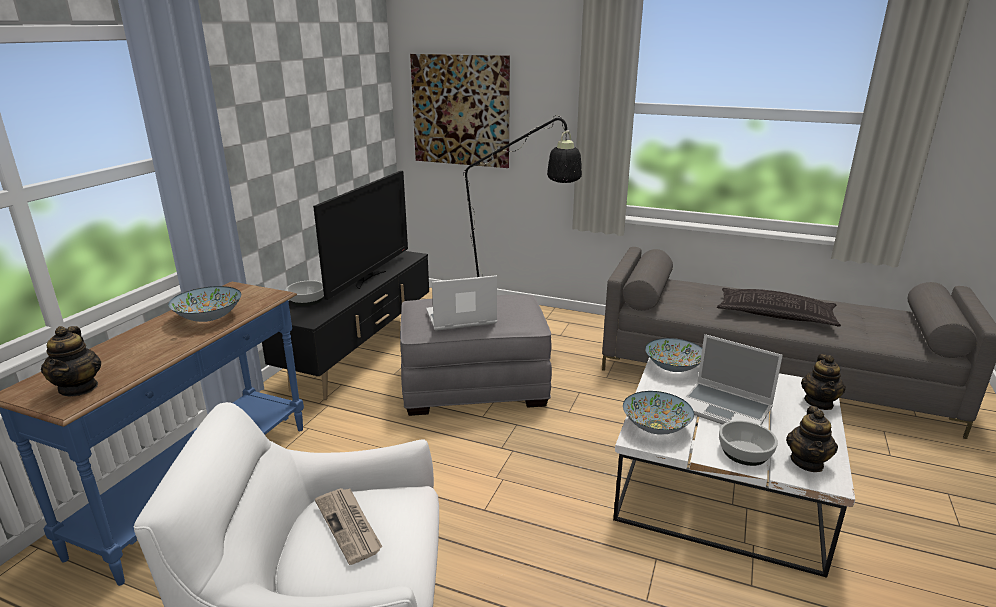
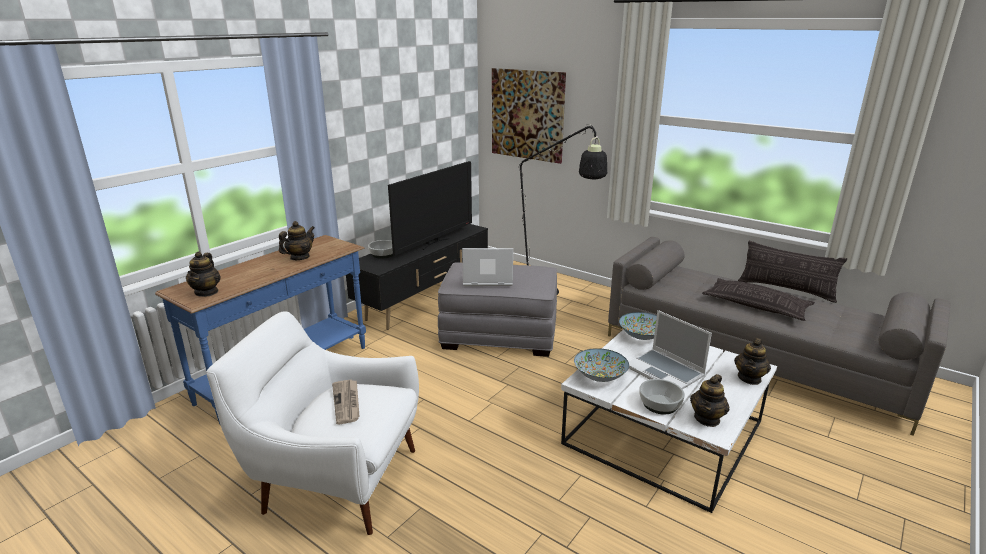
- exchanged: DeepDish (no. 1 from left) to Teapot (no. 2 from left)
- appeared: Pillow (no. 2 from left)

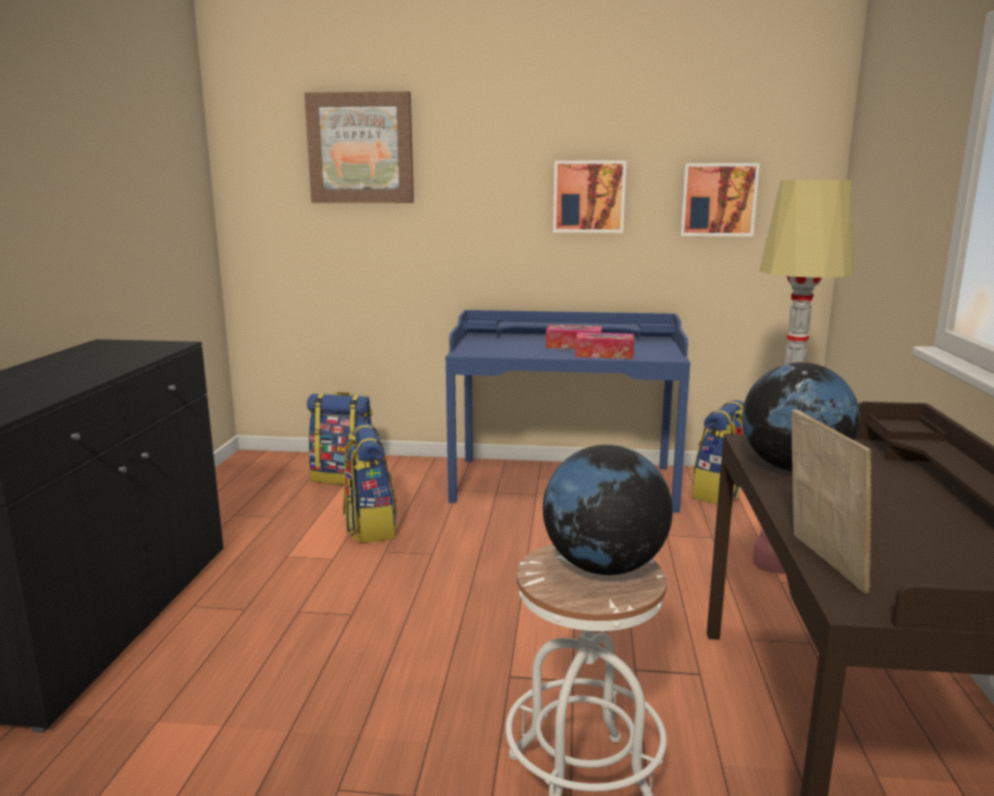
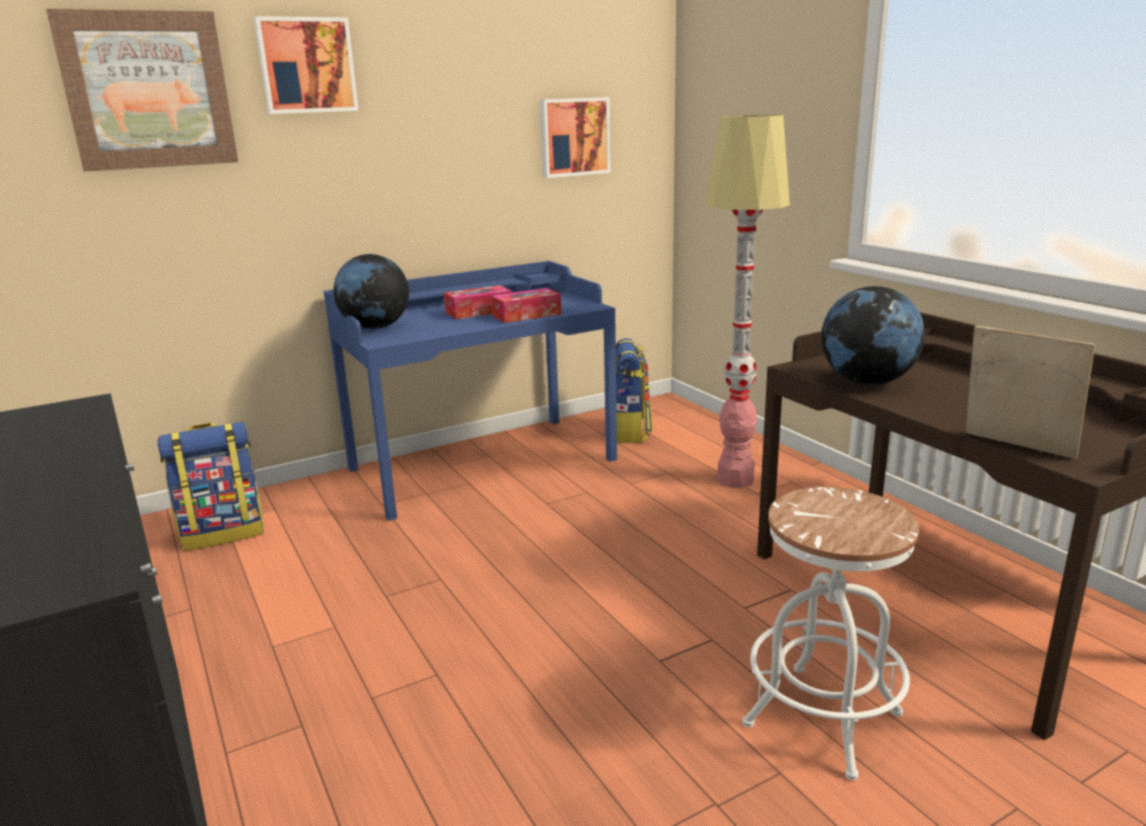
- relocated: Picture (no. 2 from left)
- relocated: DeskGlobe (no. 1 from left)
- missing: Rucksack (no. 2 from left)

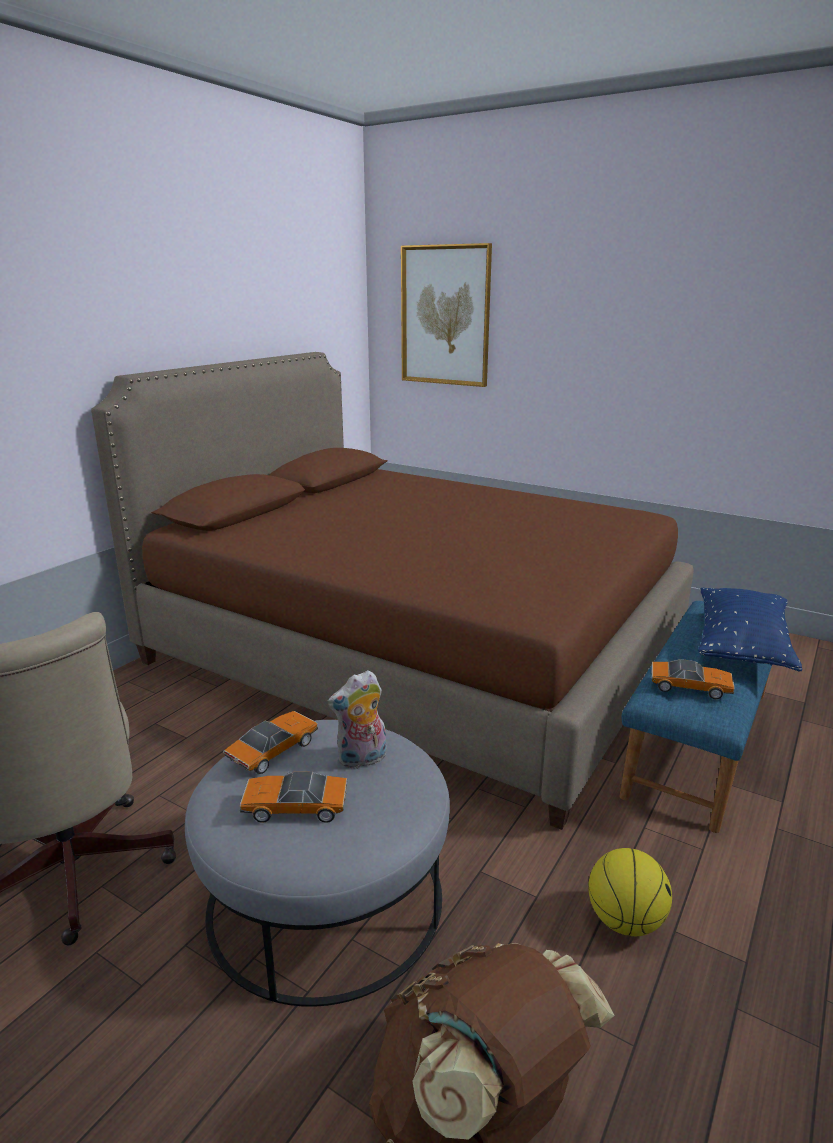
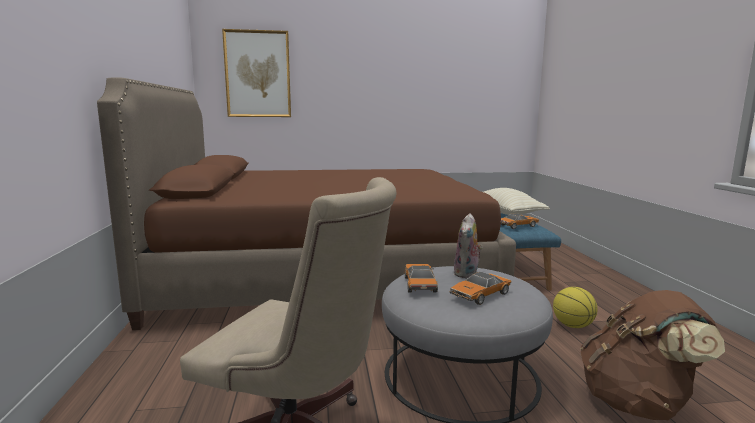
- colour: BluePillow to BeigeColouredPillow

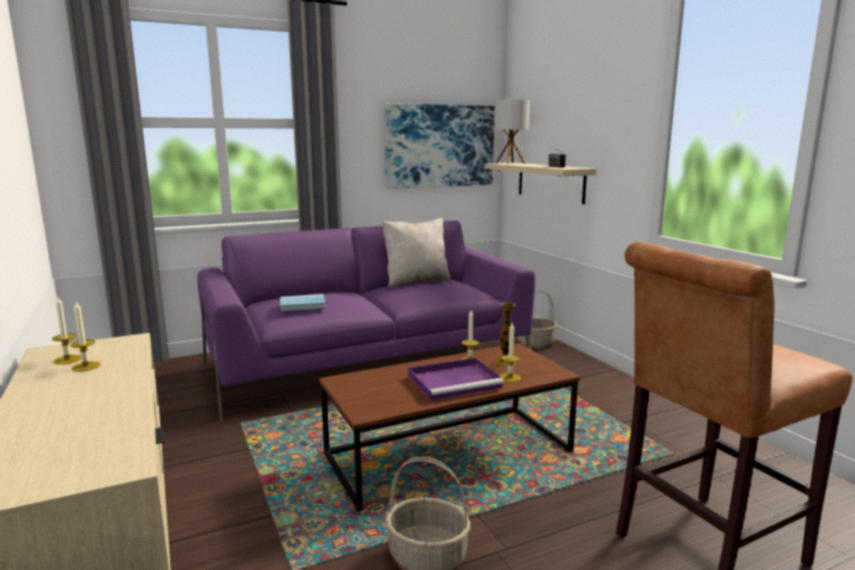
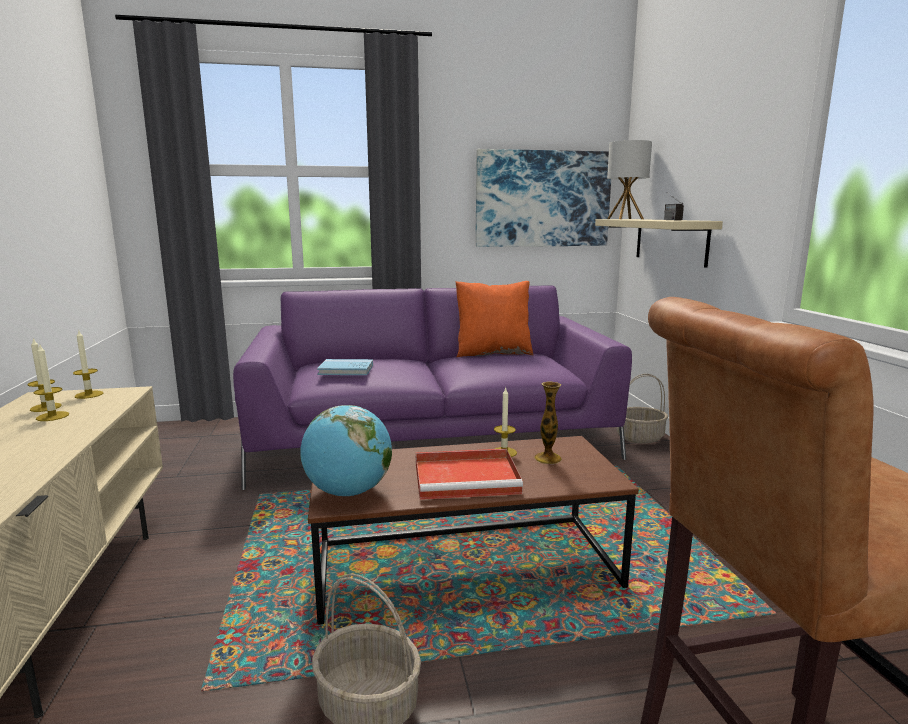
- relocated: WaxCandle (no. 4 from left in the first image) to WaxCandle (no. 3 from left)
- appeared: DeskGlobe
- colour: PurplishServingTray to RedServingTray
- colour: BeigeColouredPillow to OrangeyPillow

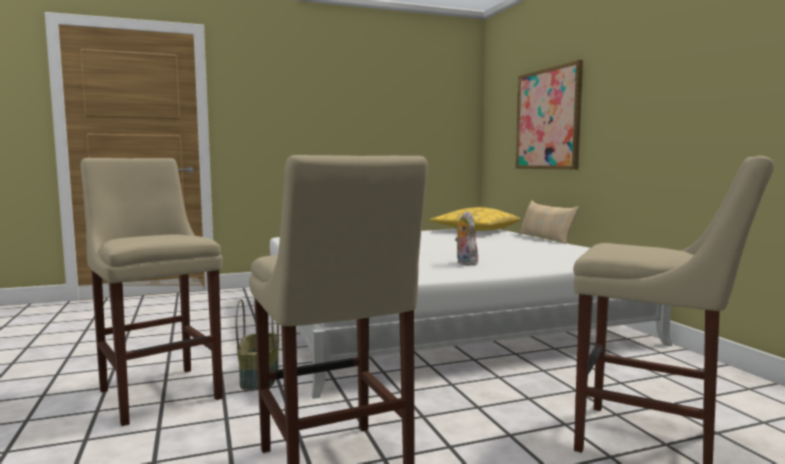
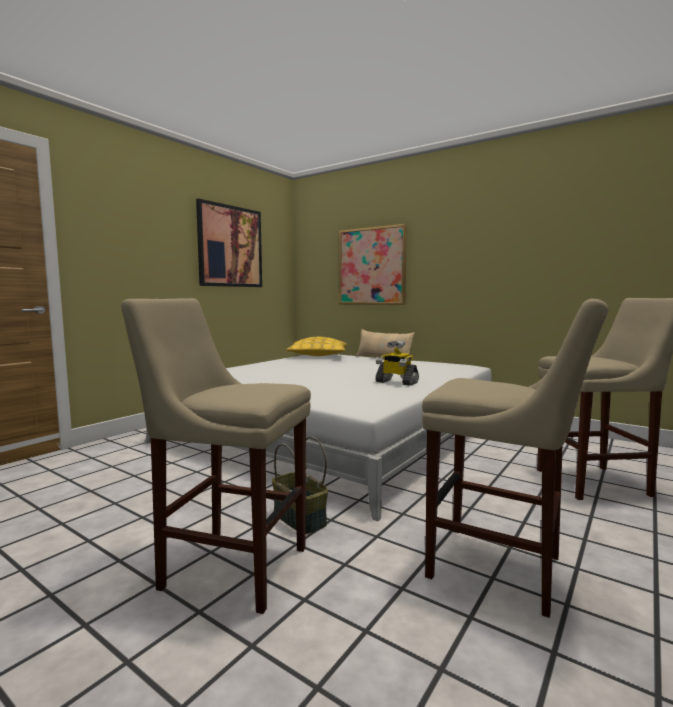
- appeared: Picture (no. 1 from left)
- exchanged: CuddlyToy to RobotFigure

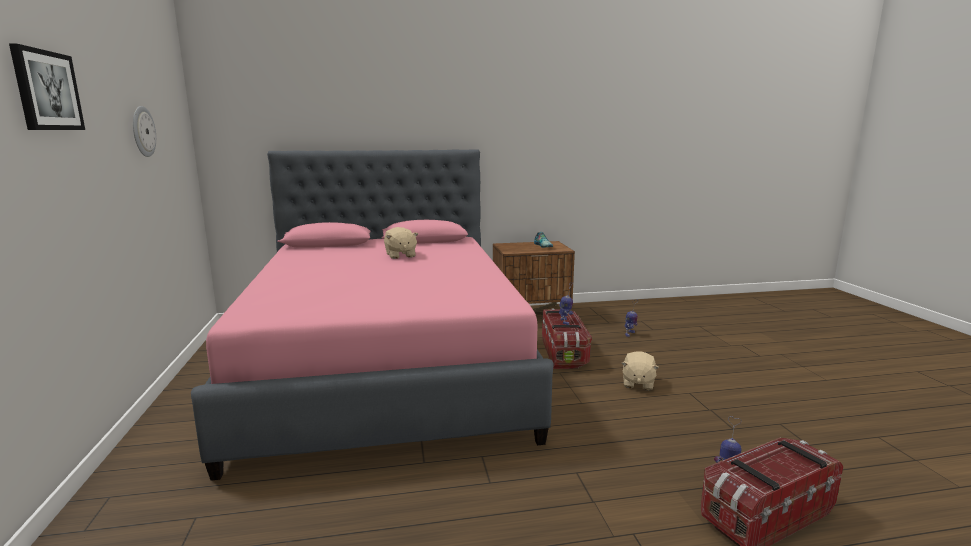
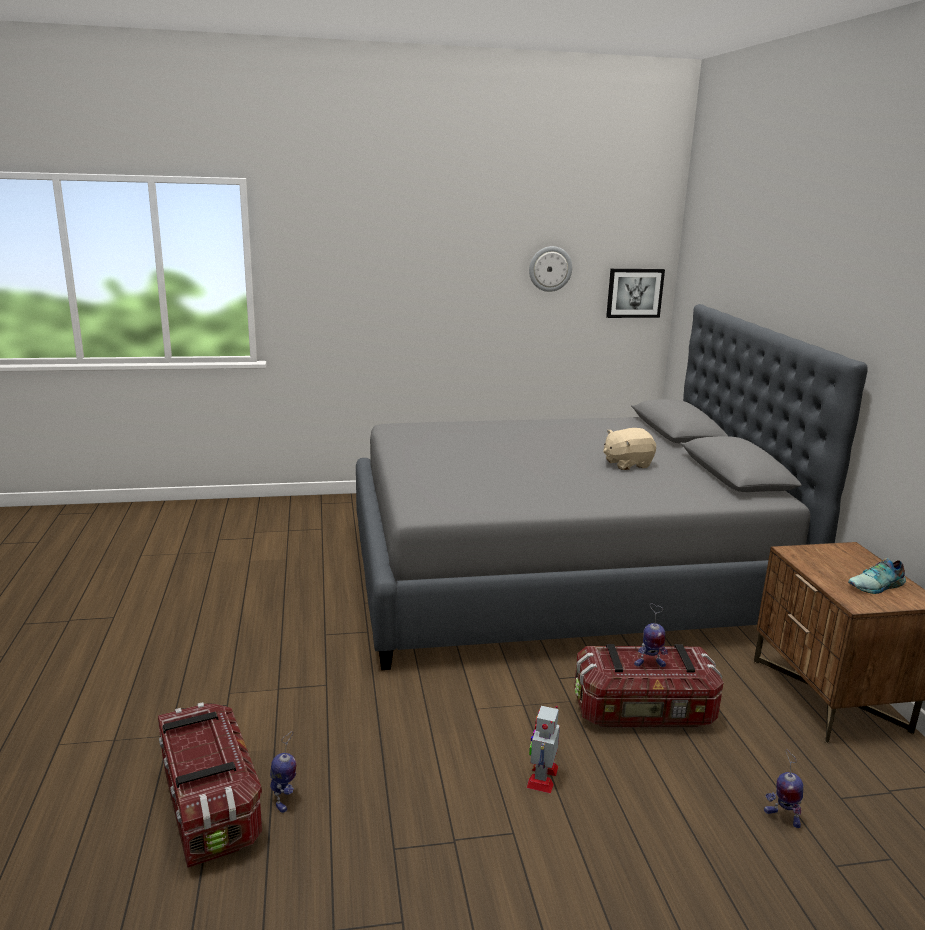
- colour: PinkColouredBed to GrayBed
- exchanged: BeigeColouredCuddlyToy (no. 2 from left) to RobotFigure (no. 2 from left)
- relocated: Picture

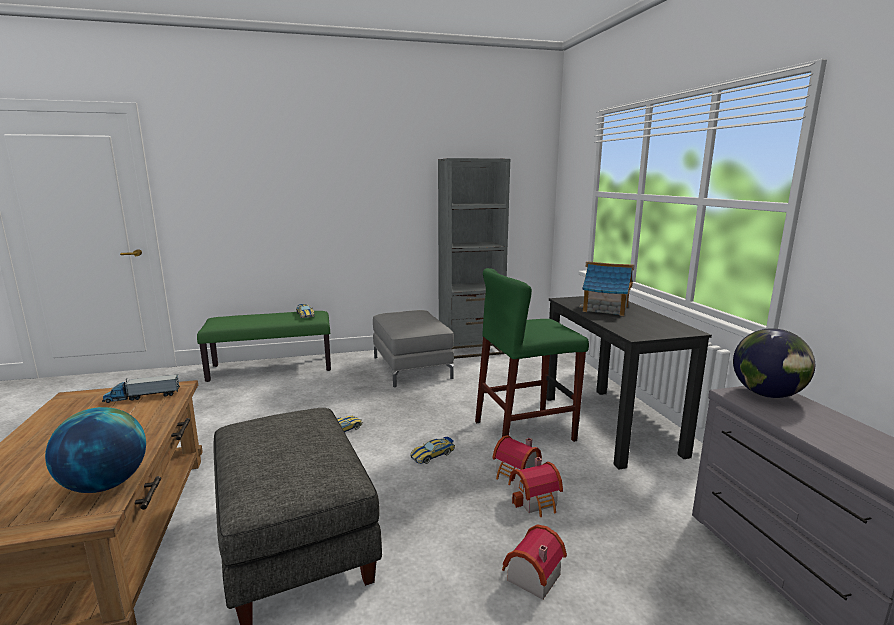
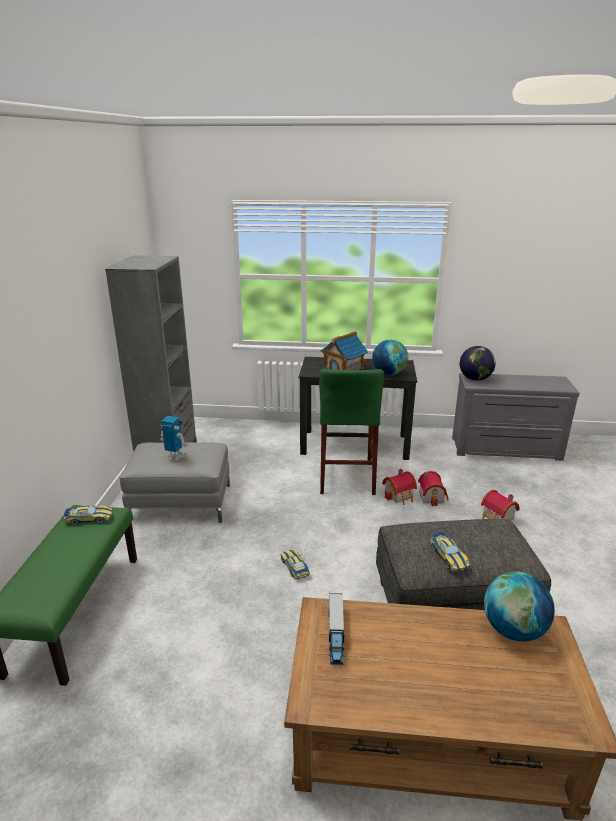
- appeared: RobotFigure
- appeared: DeskGlobe (no. 1 from left)
- relocated: ModelCar (no. 3 from left)

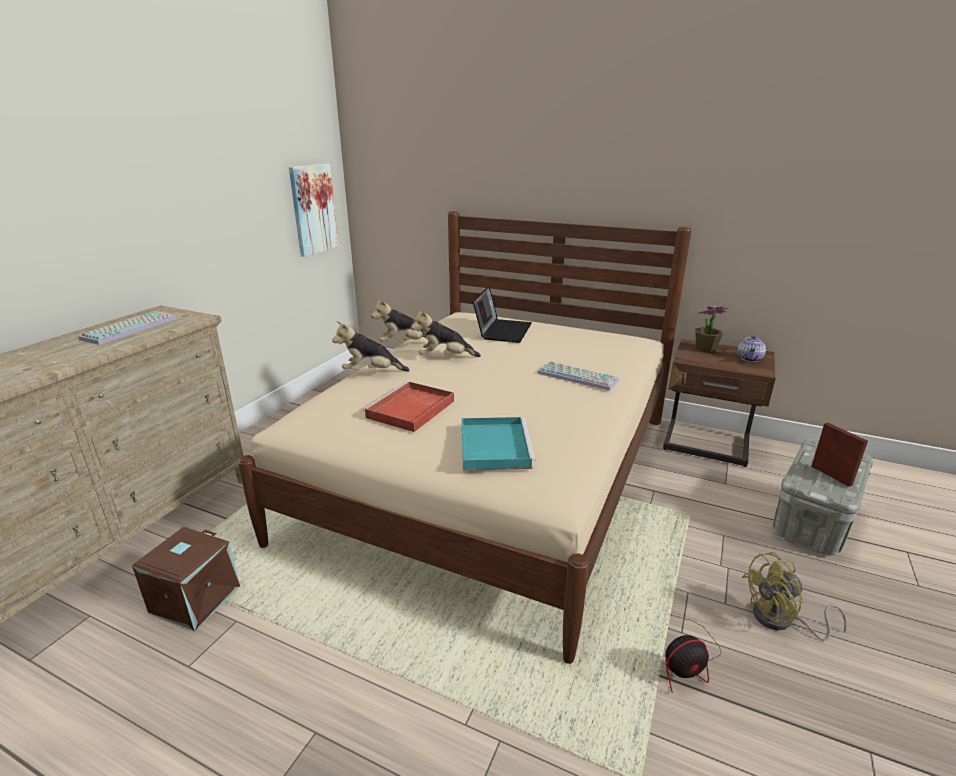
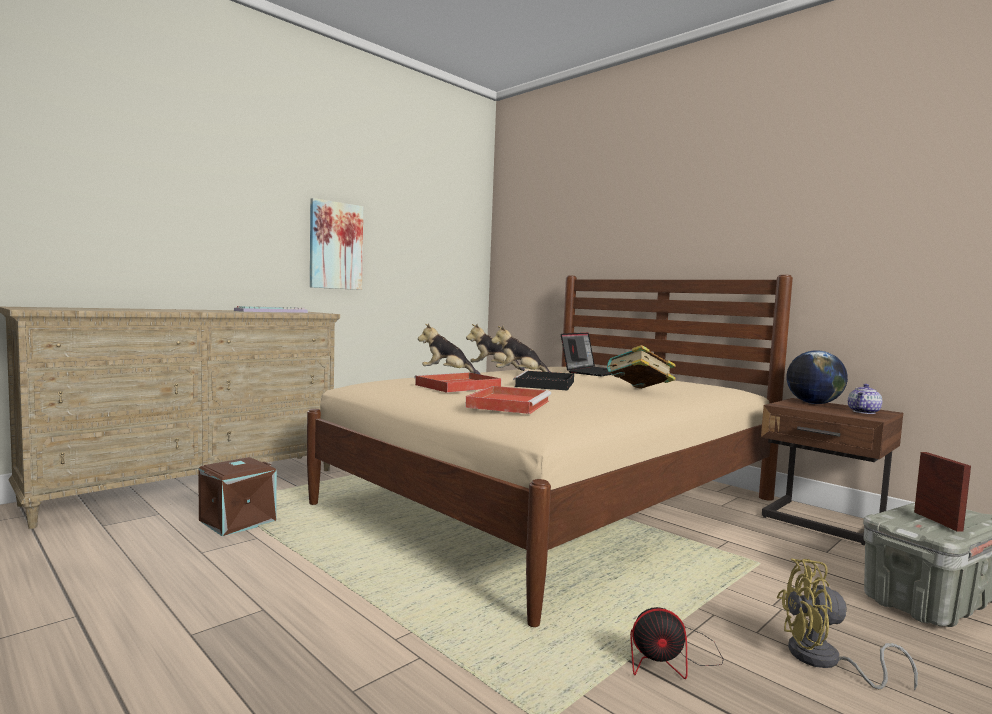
- relocated: Picture
- colour: TurquoiseServingTray to RedServingTray (no. 2 from left)
- appeared: BlackColouredServingTray
- exchanged: ComputerKeyboard (no. 2 from left) to Volume
- exchanged: Houseplant to DeskGlobe

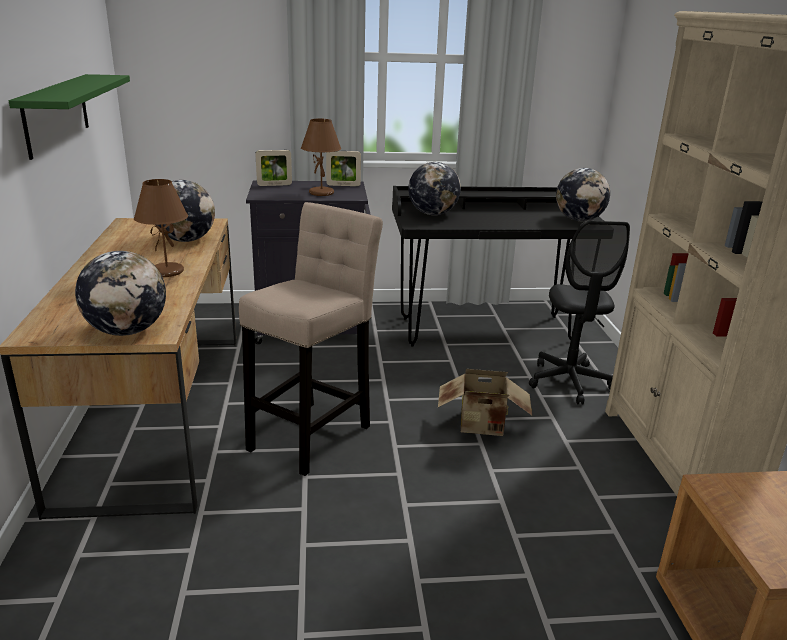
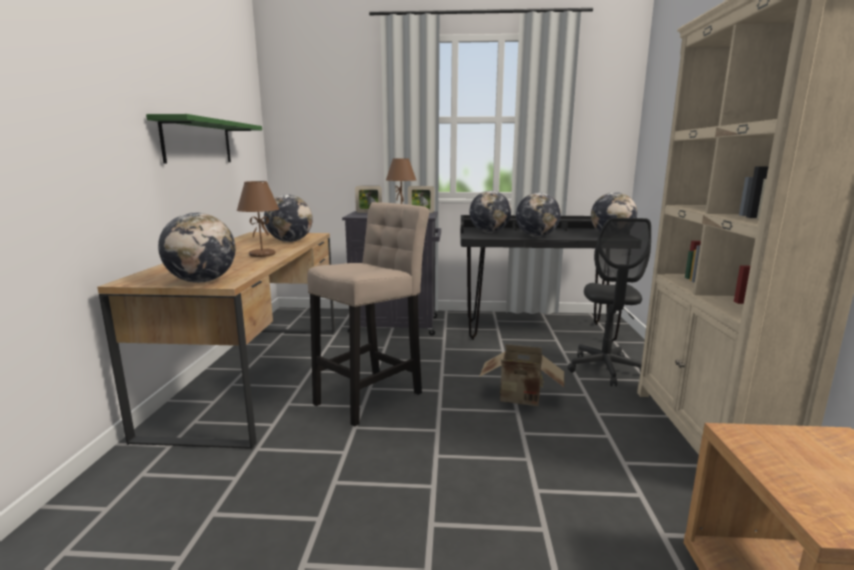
- appeared: DeskGlobe (no. 4 from left)

